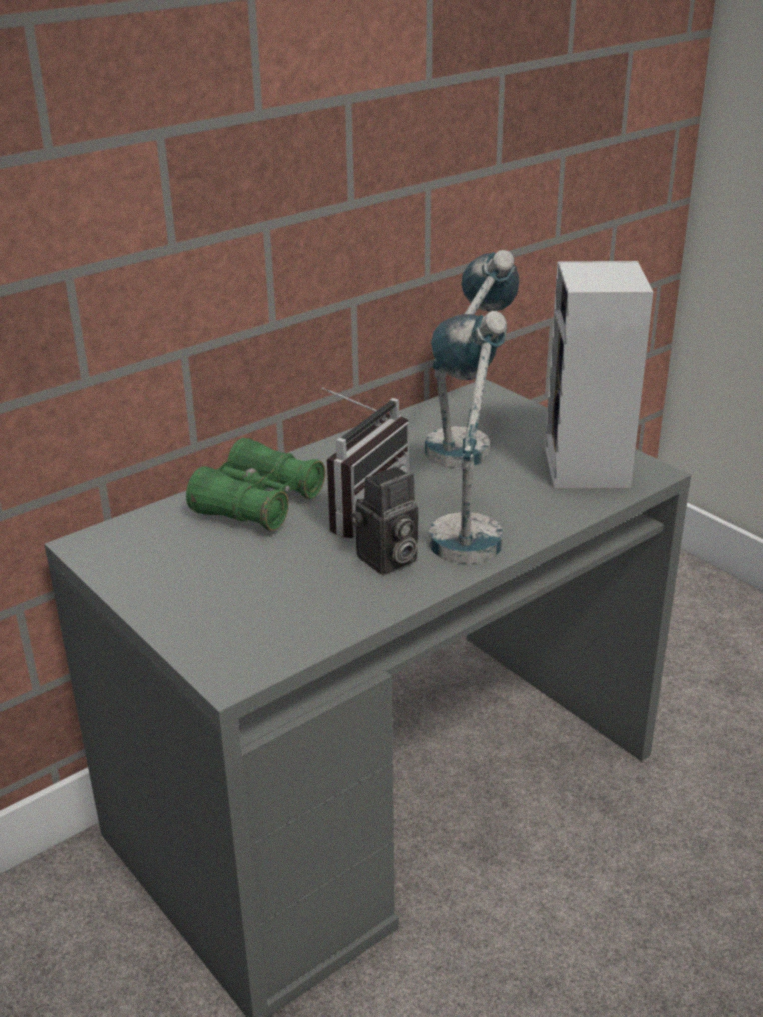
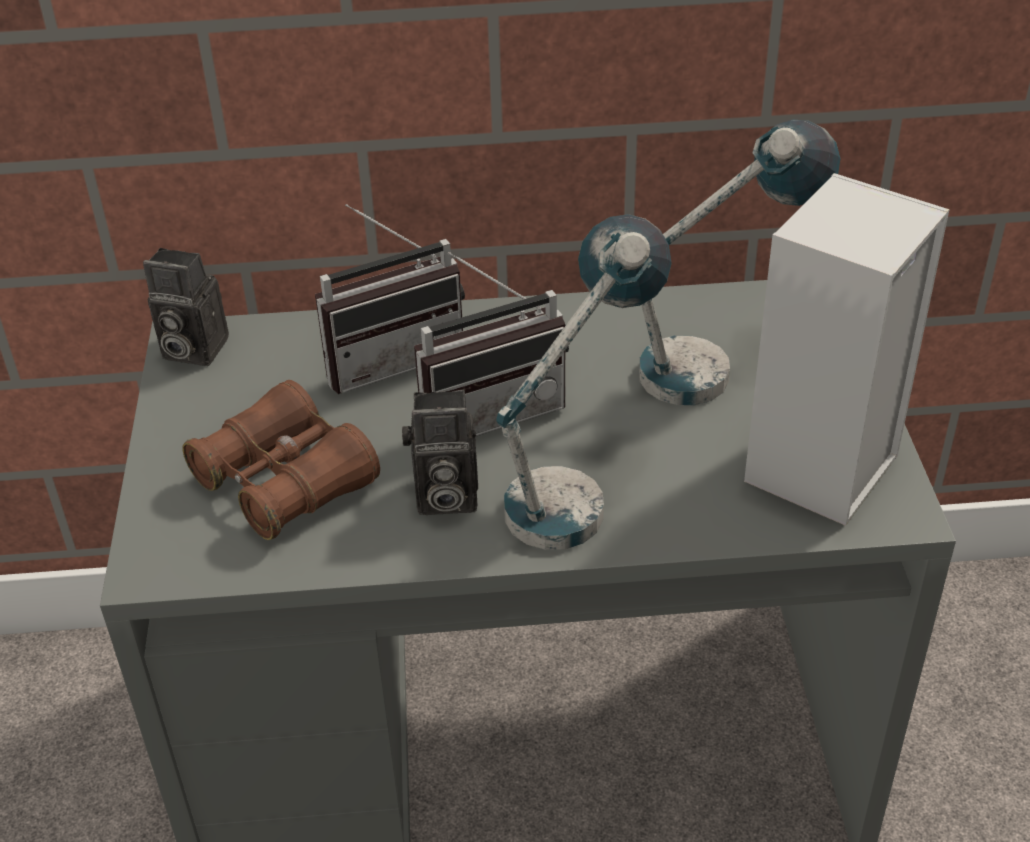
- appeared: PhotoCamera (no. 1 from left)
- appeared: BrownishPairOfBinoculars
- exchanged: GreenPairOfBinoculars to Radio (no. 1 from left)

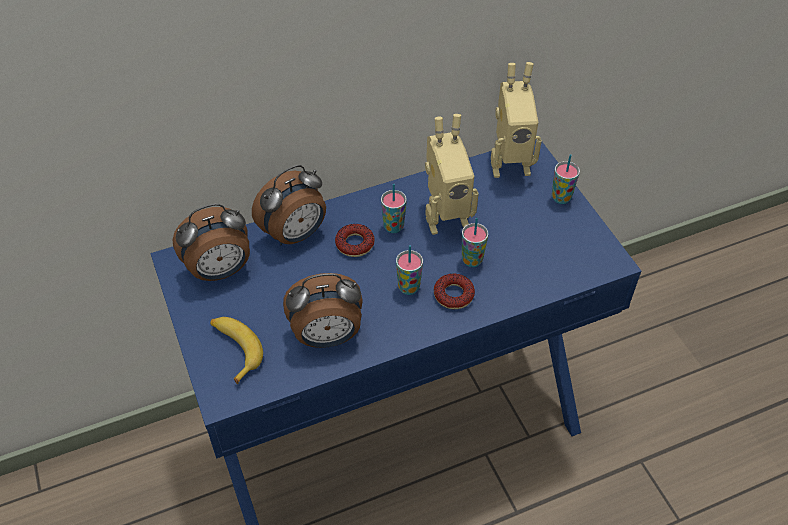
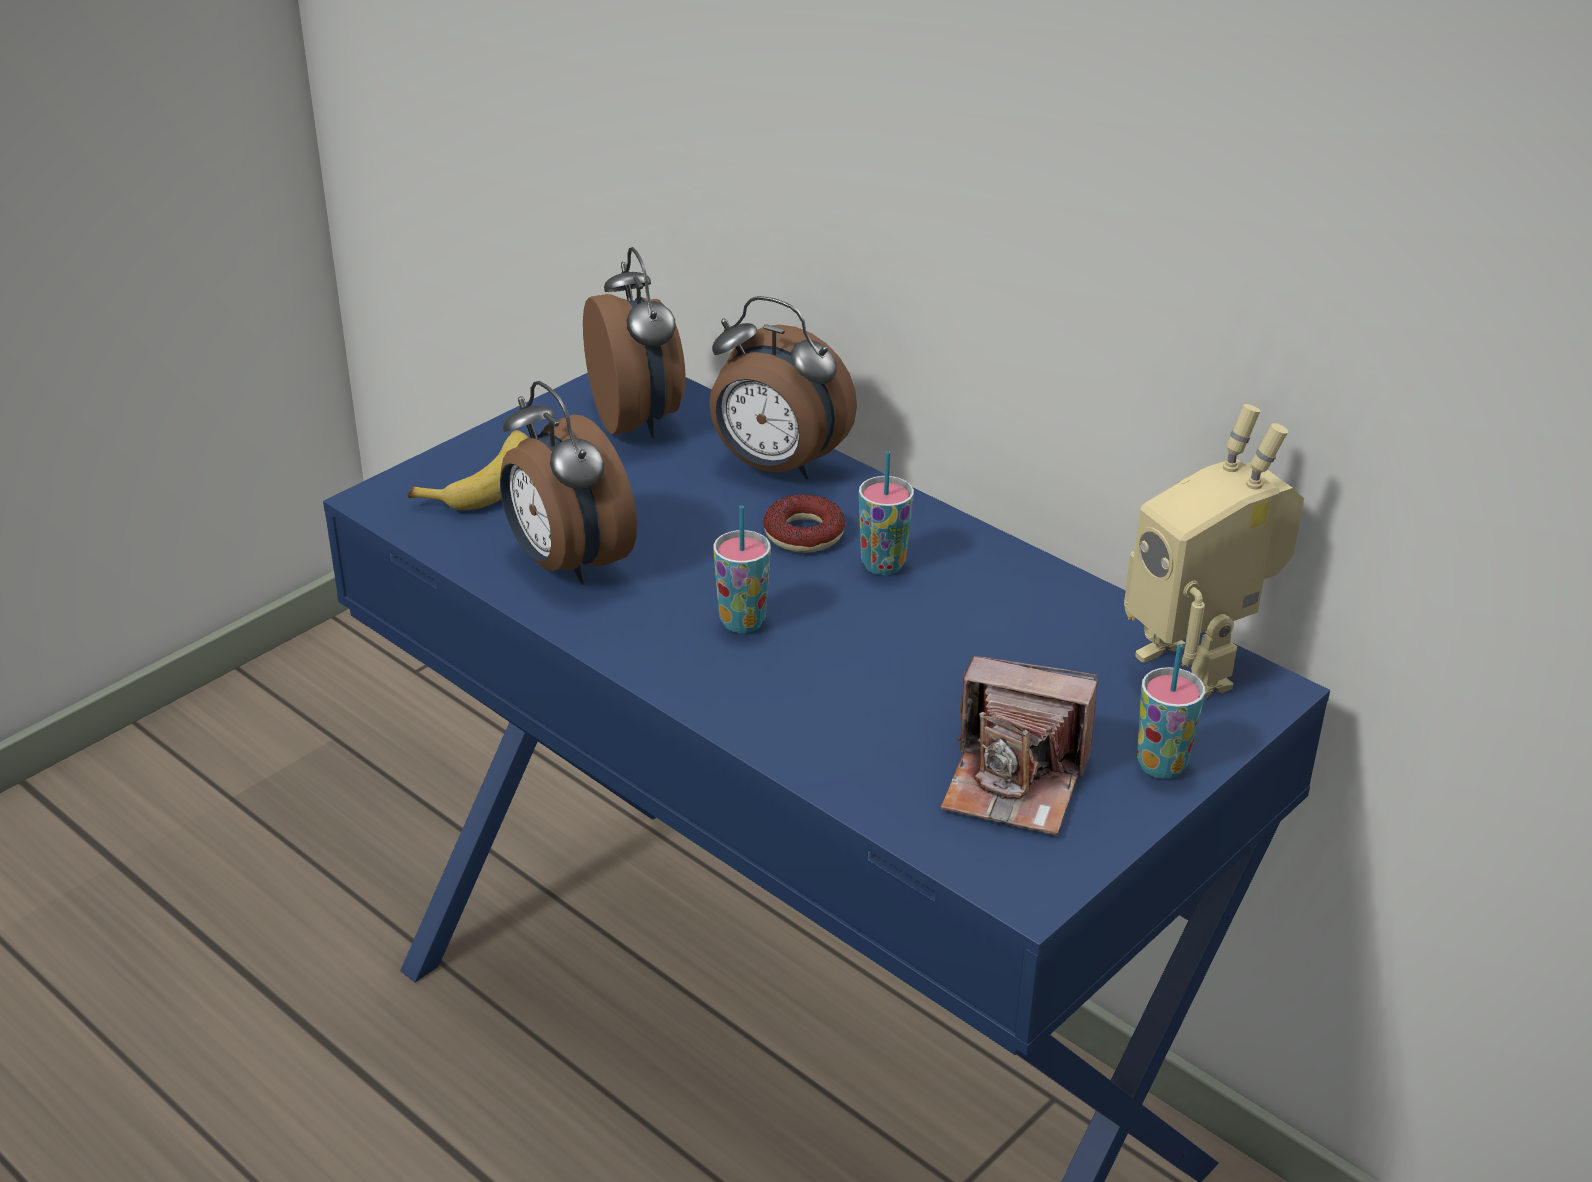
- spun: BedsideClock (no. 1 from left in the first image) 150 degrees counterclockwise
- appeared: PhotoCamera
- missing: RobotFigure (no. 1 from left)
- missing: Donut (no. 2 from left)
- missing: SmallCup (no. 3 from left)

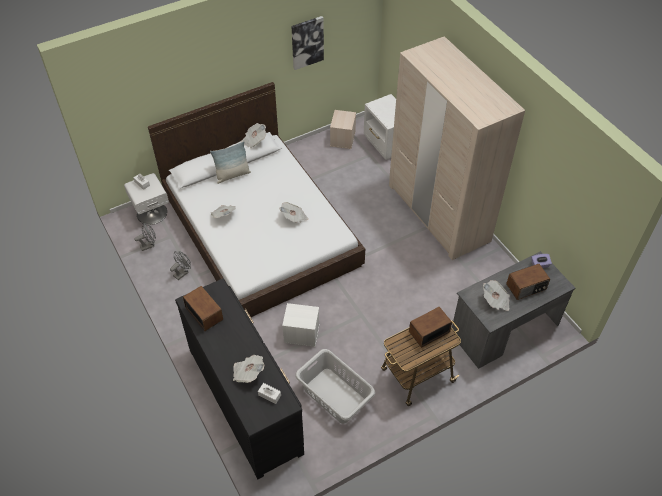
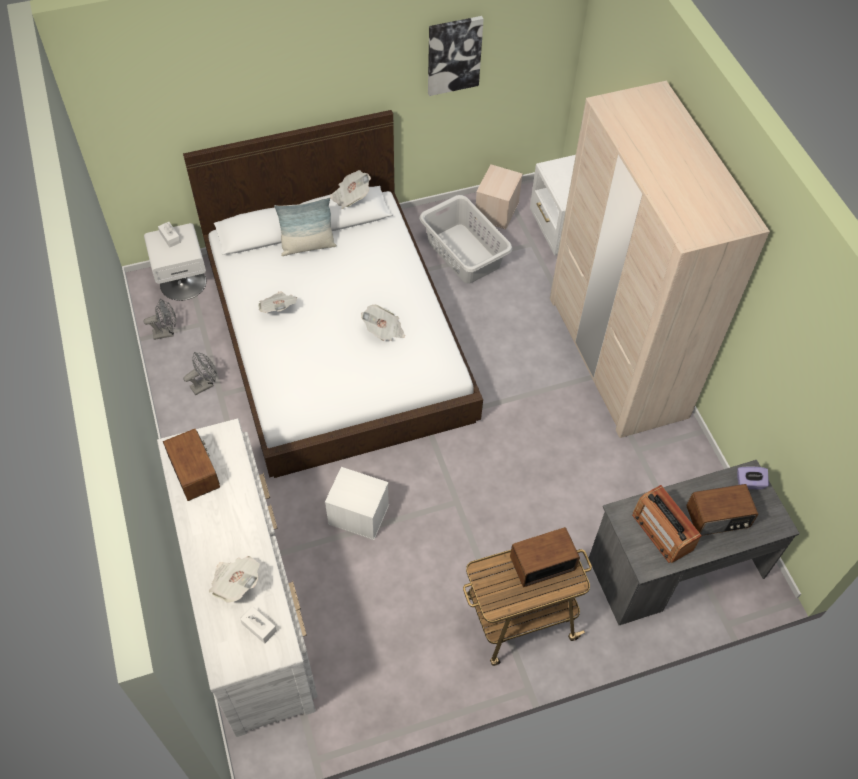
- colour: BlackColouredDrawerChest to WhiteColouredDrawerChest
- relocated: GrayHamper
- exchanged: DailyPaper (no. 5 from left) to Radio (no. 3 from left)

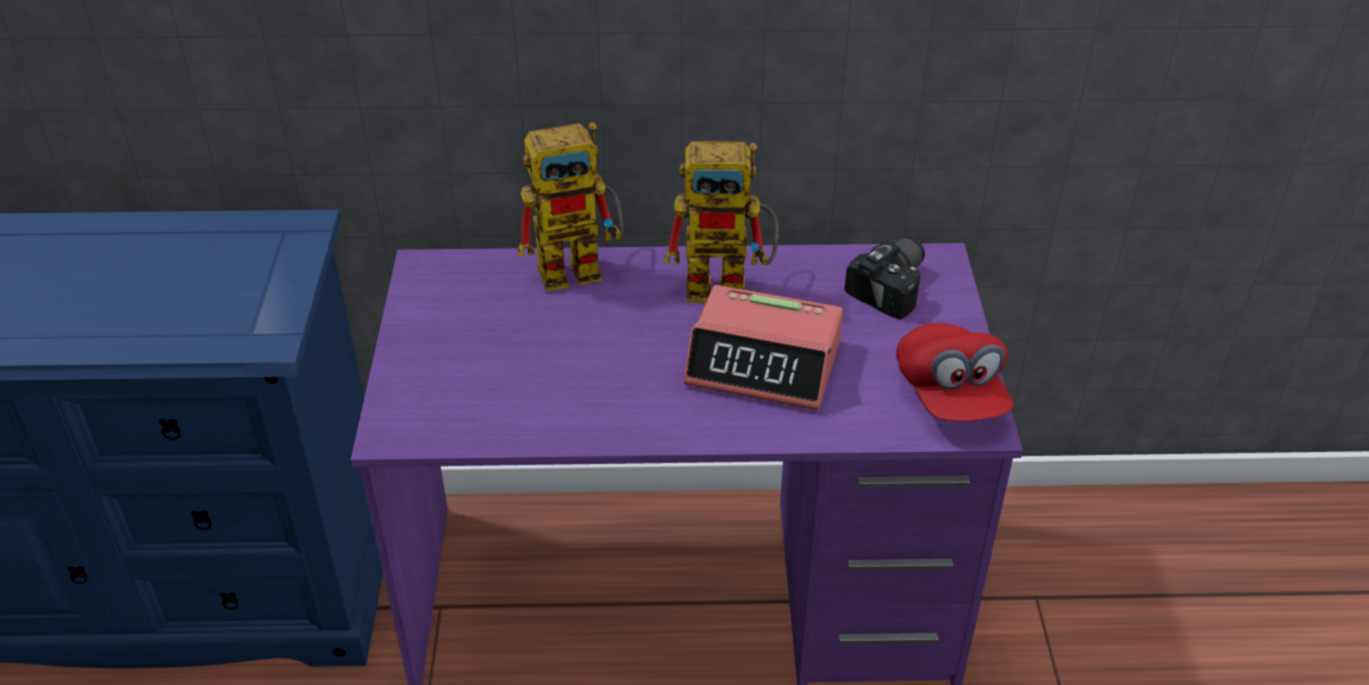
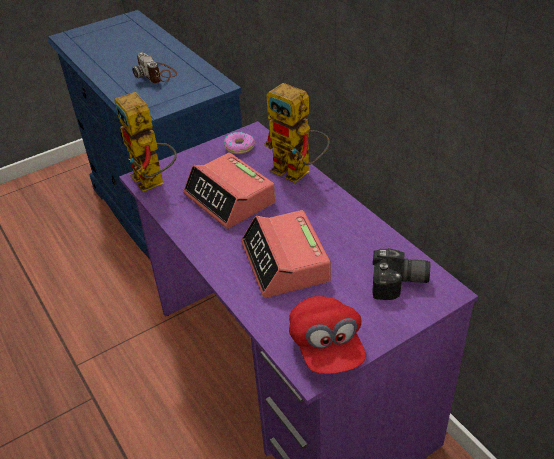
- relocated: RobotFigure (no. 2 from left in the first image) to RobotFigure (no. 1 from left)
- appeared: PhotoCamera (no. 1 from left)
- appeared: BedsideClock (no. 1 from left)
- appeared: Donut
- spun: RedCap 60 degrees counterclockwise

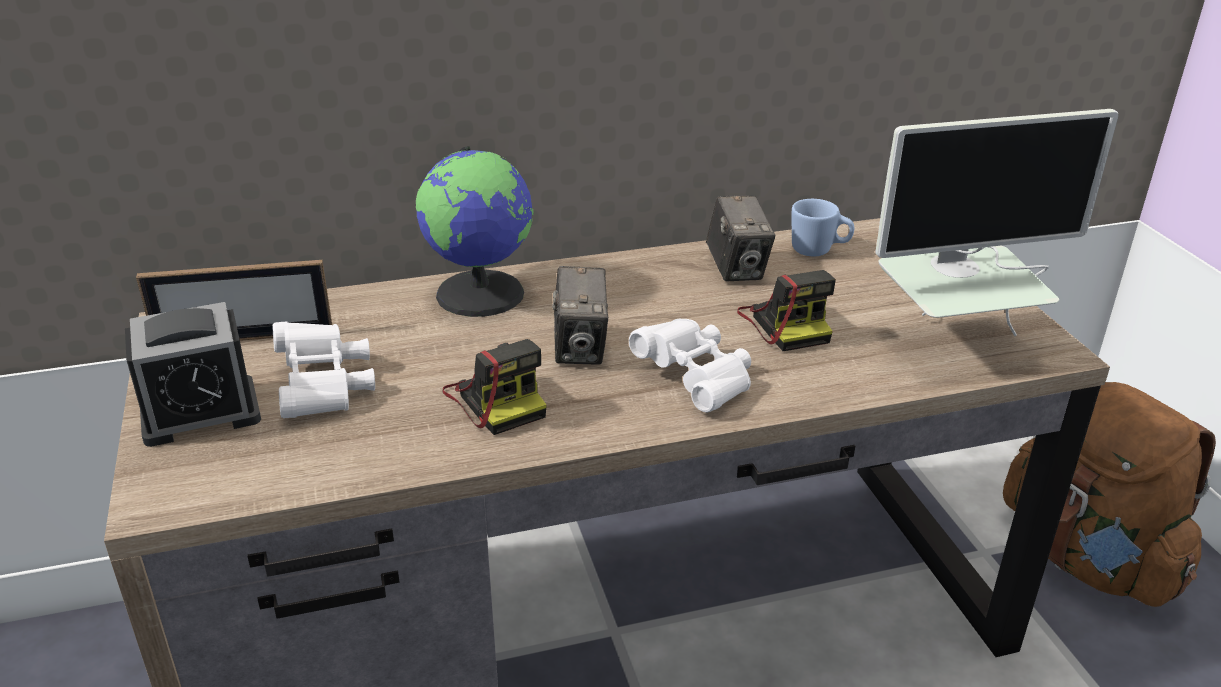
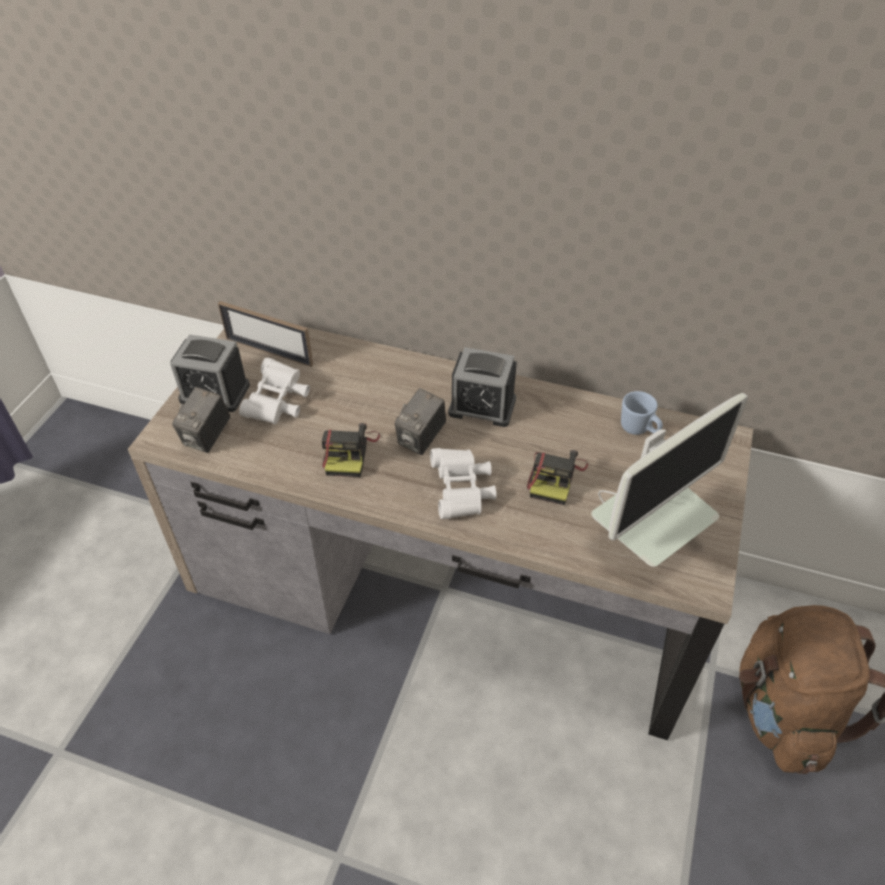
- relocated: PhotoCamera (no. 3 from left in the first image) to PhotoCamera (no. 1 from left)
- appeared: BedsideClock (no. 2 from left)
- spun: ComputerScreen 60 degrees counterclockwise
- missing: DeskGlobe

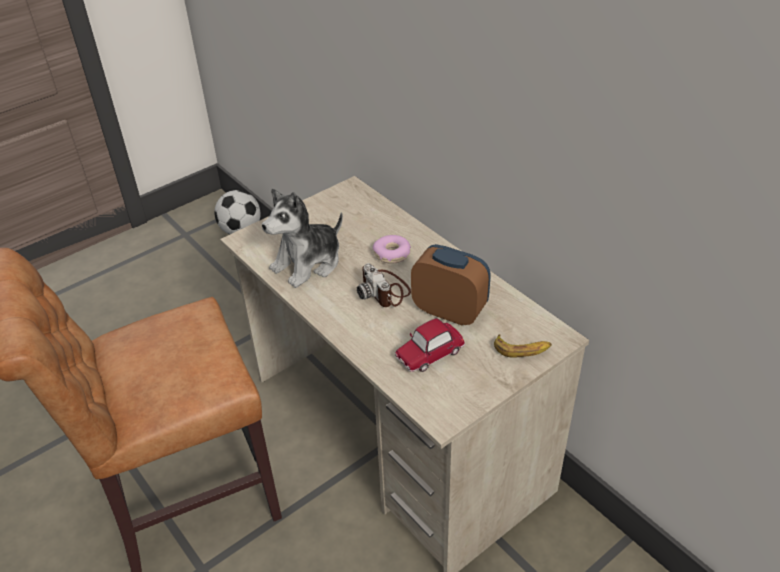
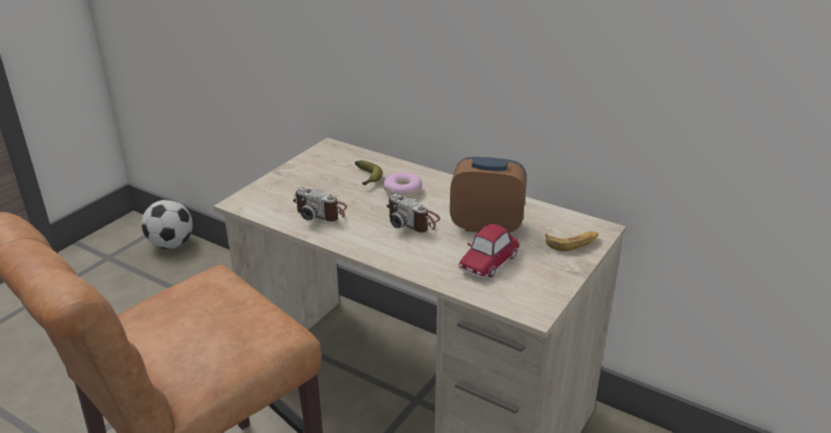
- exchanged: CuddlyToy to PhotoCamera (no. 1 from left)
- appeared: WholeBanana (no. 1 from left)

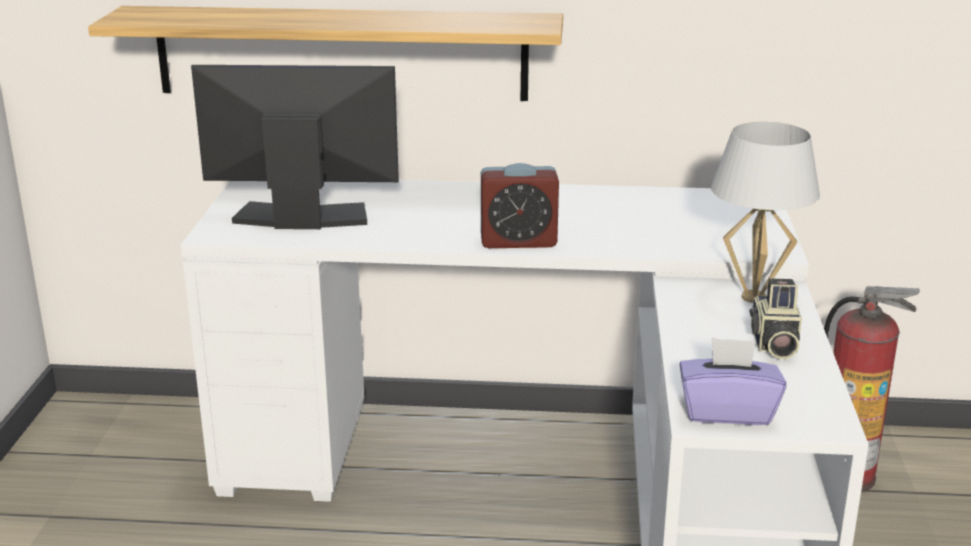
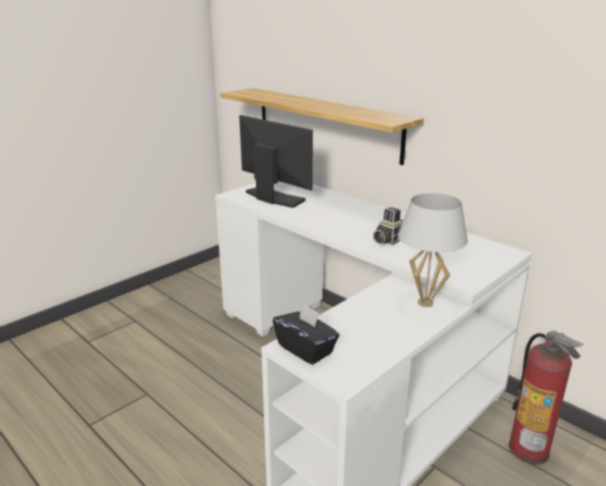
- colour: PurplishTissueHolder to BlackColouredTissueHolder
- relocated: PhotoCamera
- missing: BedsideClock

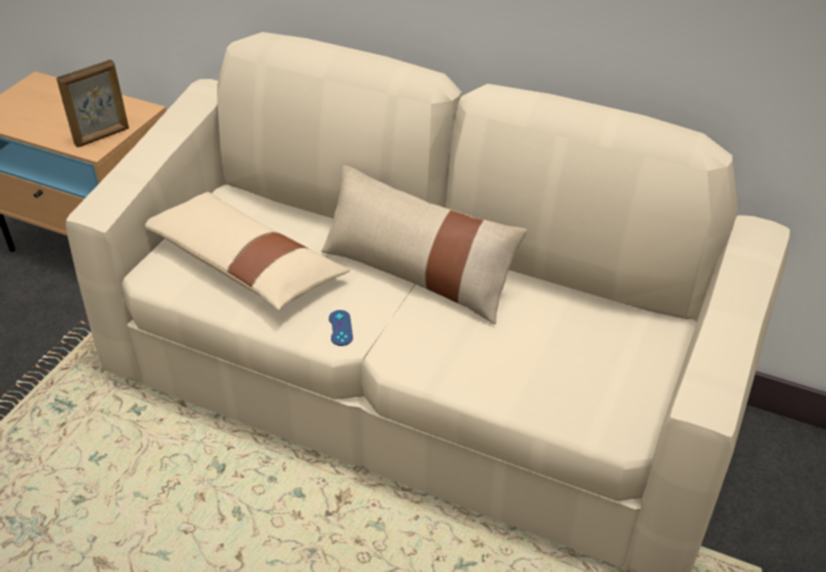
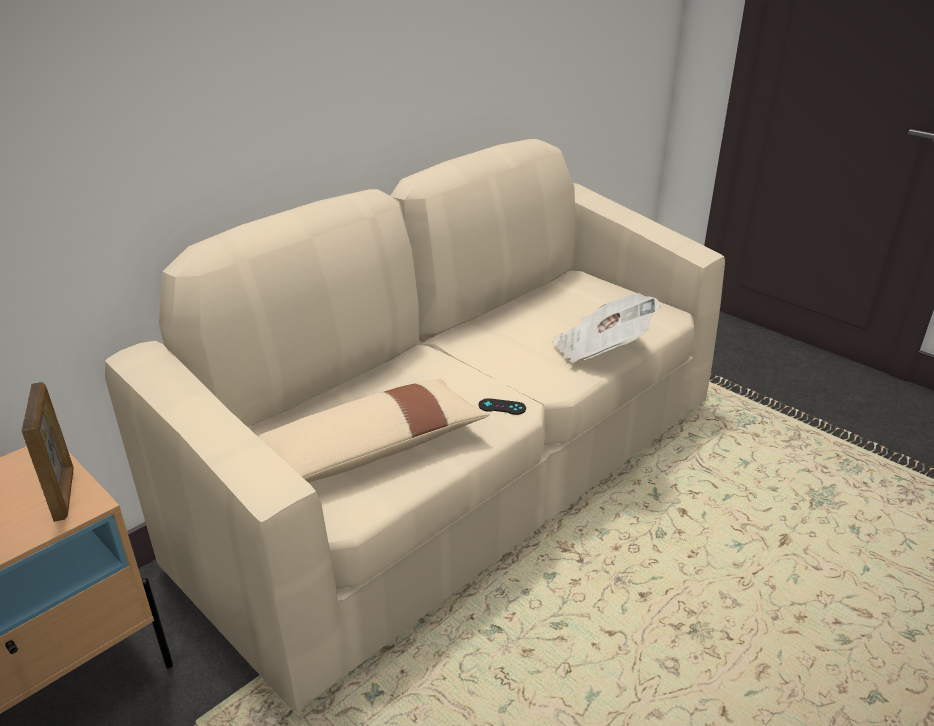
- colour: BlueJoypad to BlackColouredJoypad
- appeared: DailyPaper
- missing: BeigeColouredPillow (no. 2 from left)

